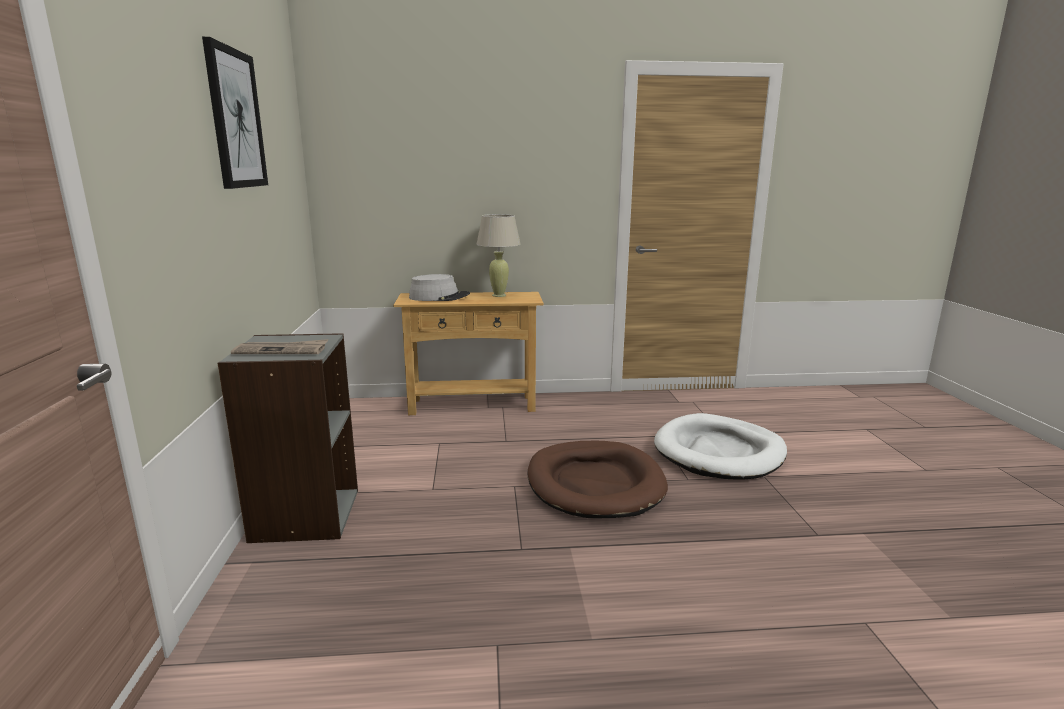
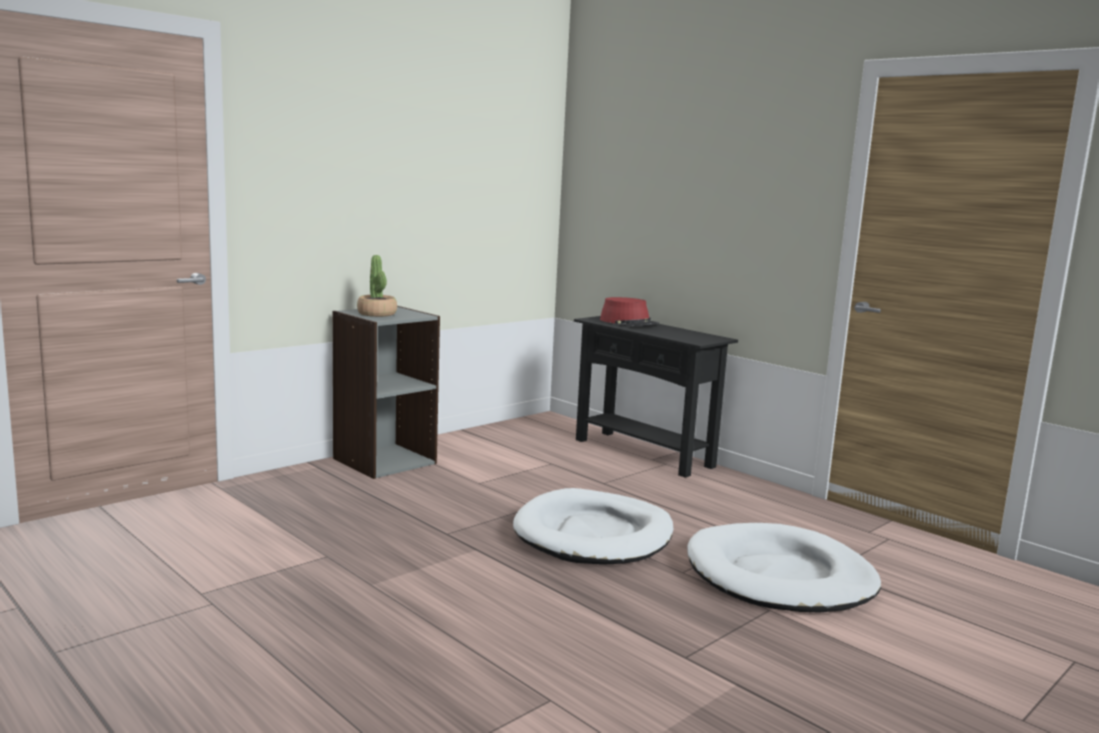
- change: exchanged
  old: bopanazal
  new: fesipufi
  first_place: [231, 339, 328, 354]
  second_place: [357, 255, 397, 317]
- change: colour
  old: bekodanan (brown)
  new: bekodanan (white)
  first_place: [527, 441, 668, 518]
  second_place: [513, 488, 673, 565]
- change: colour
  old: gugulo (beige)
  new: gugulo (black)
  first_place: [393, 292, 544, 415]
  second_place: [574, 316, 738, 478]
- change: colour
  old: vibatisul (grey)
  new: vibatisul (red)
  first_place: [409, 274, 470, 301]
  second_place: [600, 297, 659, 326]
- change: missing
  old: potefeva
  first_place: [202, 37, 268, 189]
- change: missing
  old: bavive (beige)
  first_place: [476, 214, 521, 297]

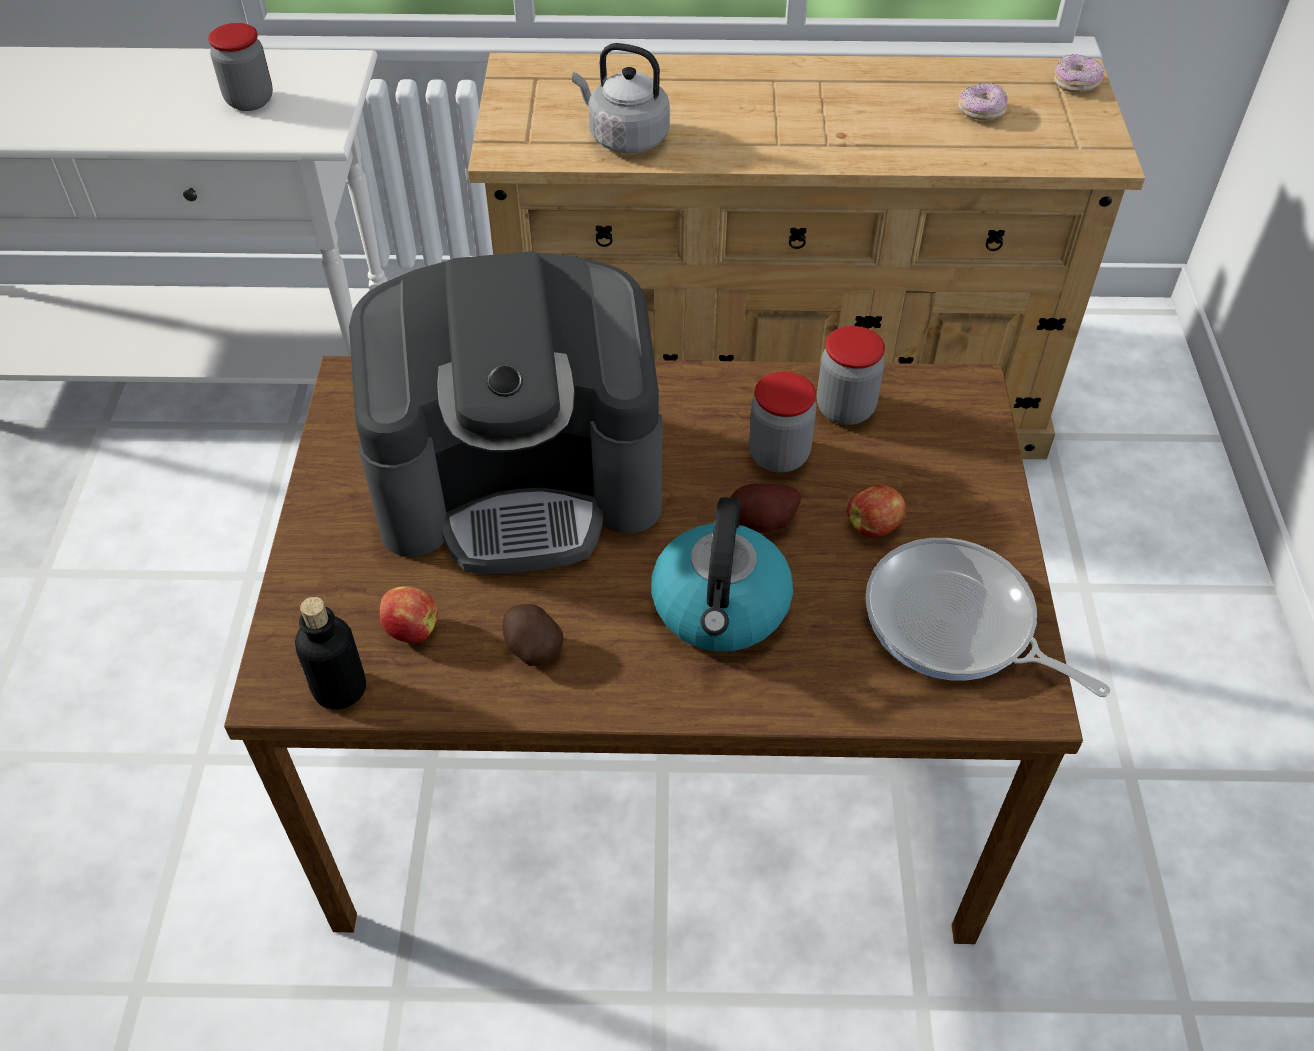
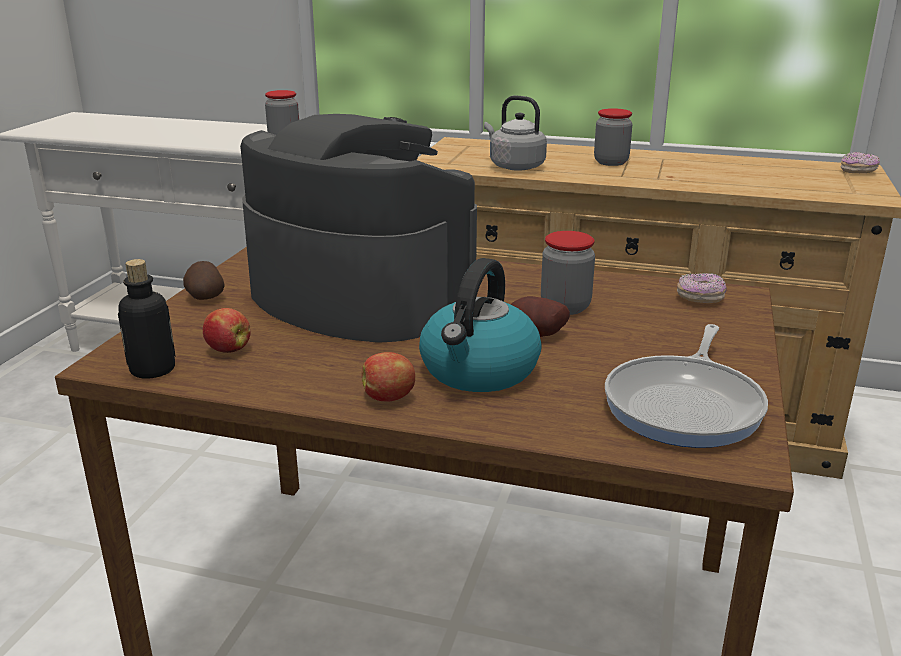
- change: relocated
  old: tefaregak
  first_place: [502, 604, 564, 666]
  second_place: [183, 261, 225, 300]
- change: spun
  old: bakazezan
  first_place: [349, 251, 662, 574]
  second_place: [240, 114, 477, 343]
  degrees: -150
- change: relocated
  old: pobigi
  first_place: [847, 485, 906, 537]
  second_place: [362, 352, 415, 402]
- change: relocated
  old: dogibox
  first_place: [817, 326, 885, 425]
  second_place: [594, 108, 632, 166]
- change: spun
  old: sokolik
  first_place: [865, 538, 1111, 697]
  second_place: [605, 324, 768, 448]
  degrees: -120
- change: relocated
  old: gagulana
  first_place: [958, 83, 1008, 120]
  second_place: [677, 273, 727, 303]

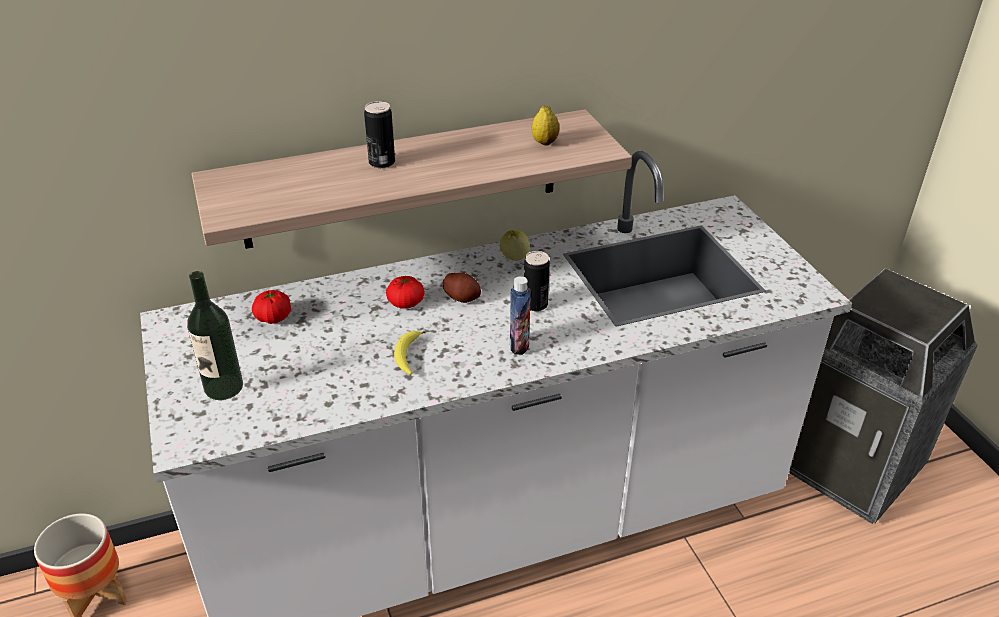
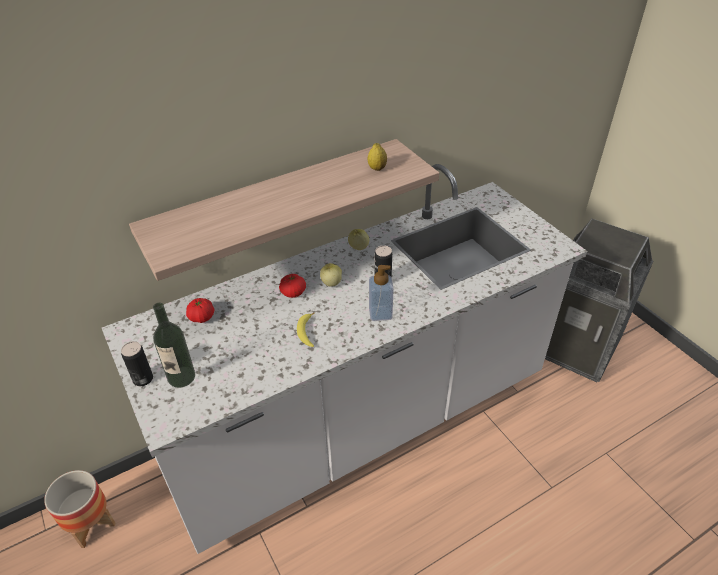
- change: relocated
  old: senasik
  first_place: [364, 101, 395, 168]
  second_place: [121, 341, 153, 386]
- change: exchanged
  old: tefaregak
  new: pobigi
  first_place: [442, 273, 481, 303]
  second_place: [320, 263, 342, 287]
- change: exchanged
  old: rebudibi
  new: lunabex
  first_place: [510, 276, 531, 355]
  second_place: [369, 265, 394, 321]

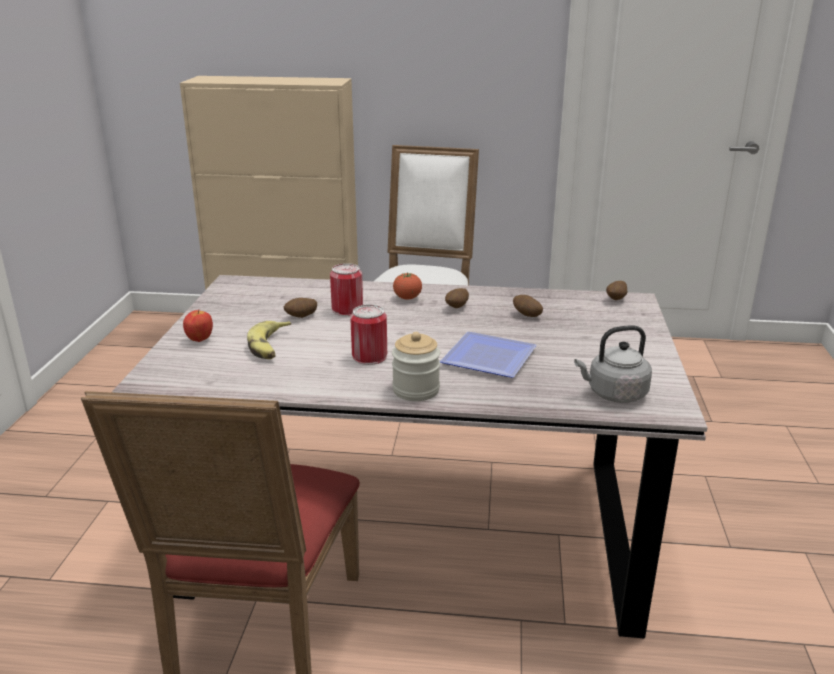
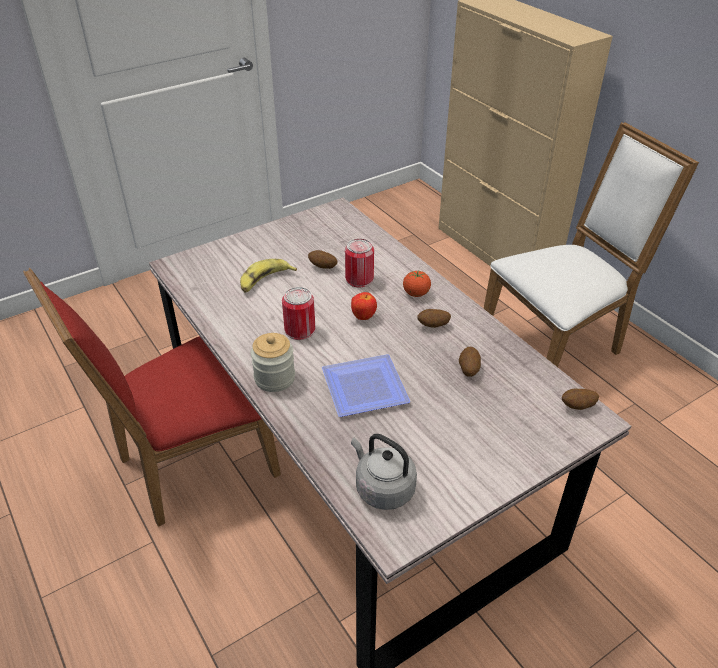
- change: relocated
  old: pobigi
  first_place: [183, 310, 213, 342]
  second_place: [351, 292, 377, 320]

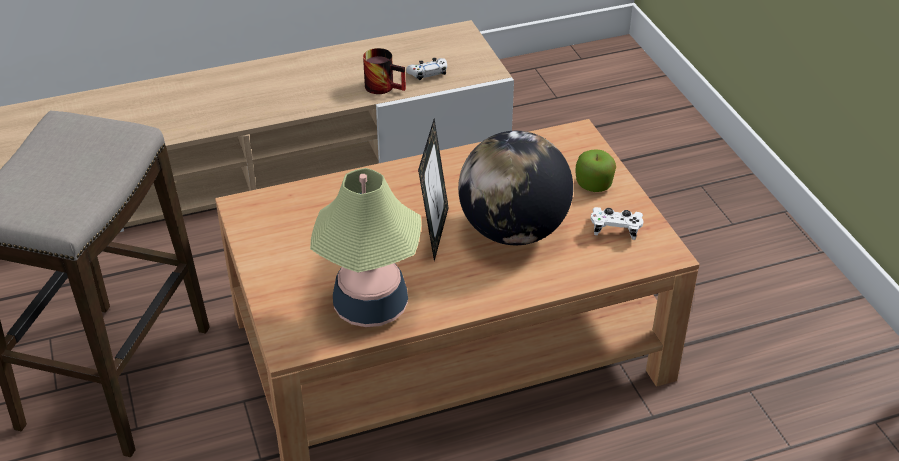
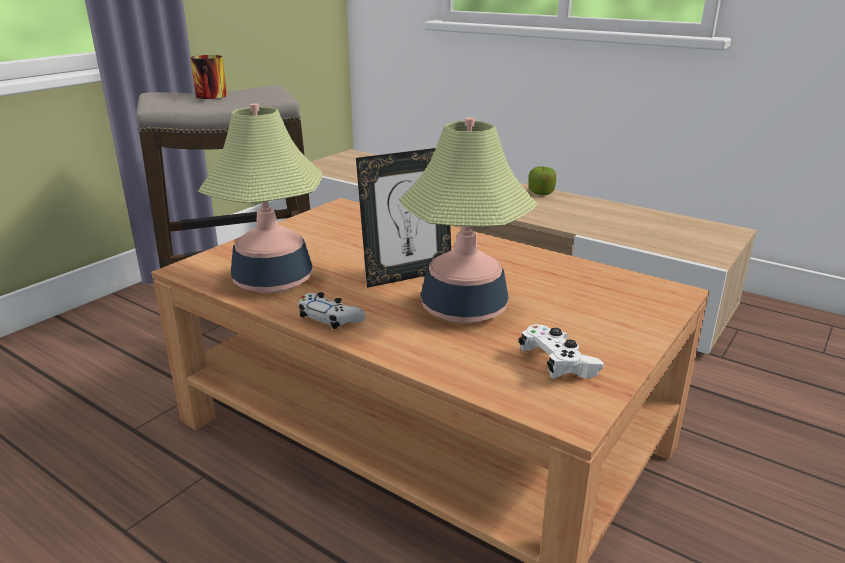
- change: relocated
  old: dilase
  first_place: [363, 48, 406, 94]
  second_place: [190, 55, 227, 99]
- change: relocated
  old: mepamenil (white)
  first_place: [406, 58, 447, 80]
  second_place: [298, 292, 366, 329]
- change: exchanged
  old: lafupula
  new: bavive
  first_place: [458, 131, 573, 245]
  second_place: [398, 118, 538, 323]
- change: relocated
  old: pobigi
  first_place: [575, 150, 616, 192]
  second_place: [529, 166, 556, 195]

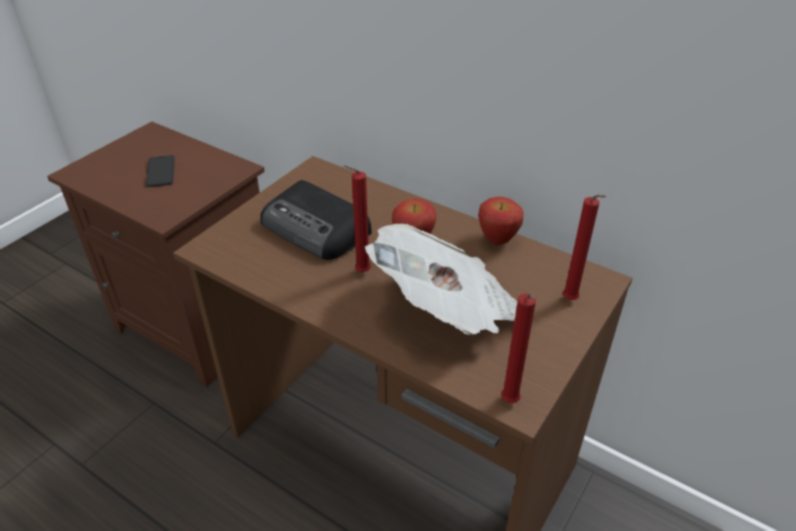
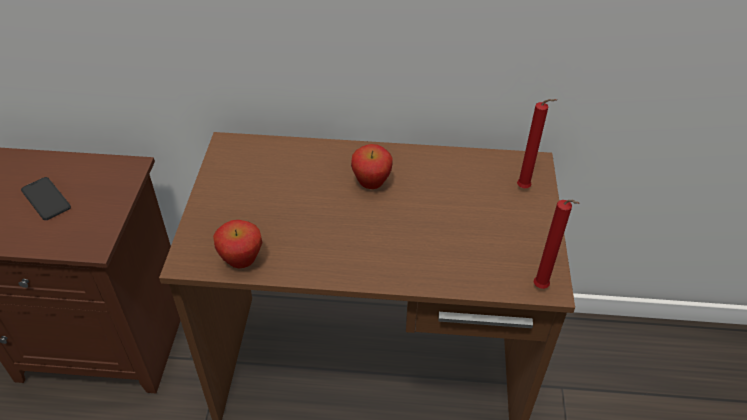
- change: relocated
  old: pobigi
  first_place: [478, 197, 524, 245]
  second_place: [213, 220, 263, 269]
- change: missing
  old: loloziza
  first_place: [260, 180, 372, 260]
- change: missing
  old: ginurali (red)
  first_place: [344, 165, 371, 272]
- change: missing
  old: bopanazal
  first_place: [365, 224, 517, 336]

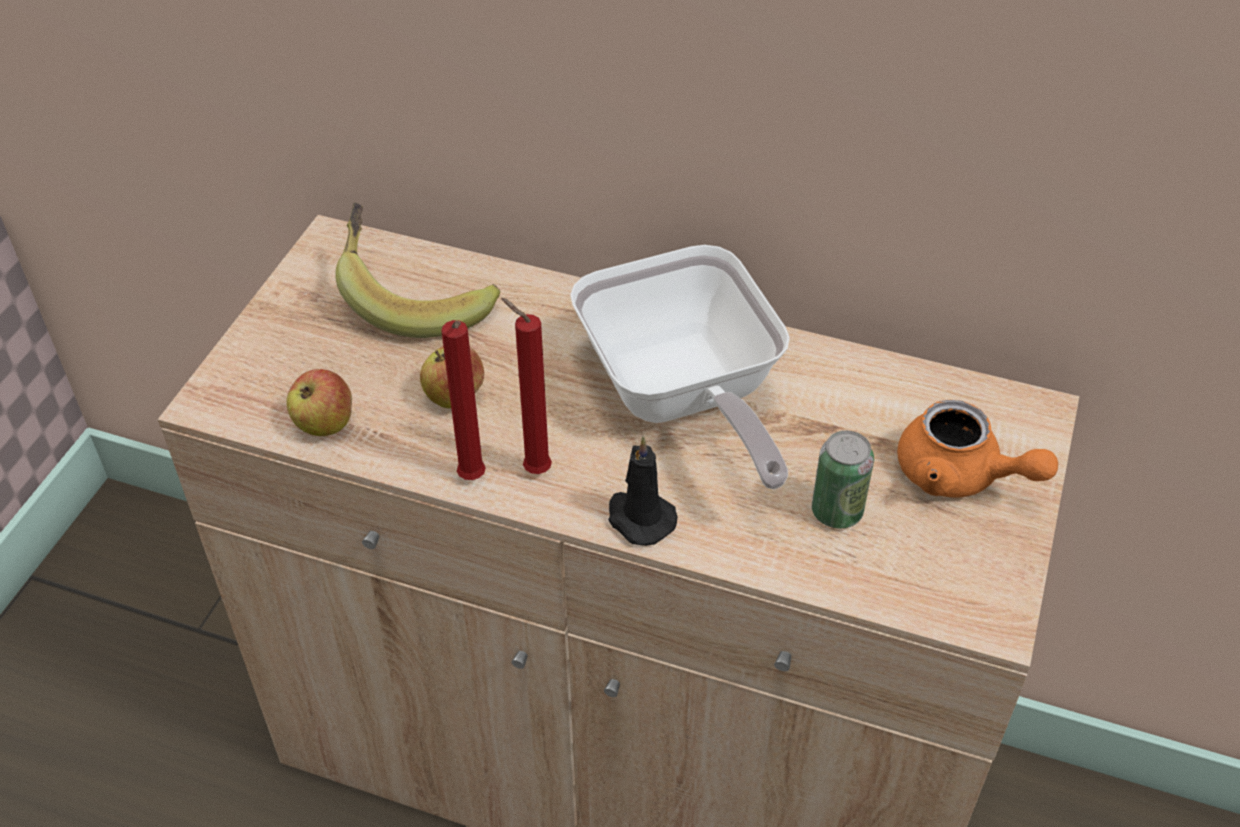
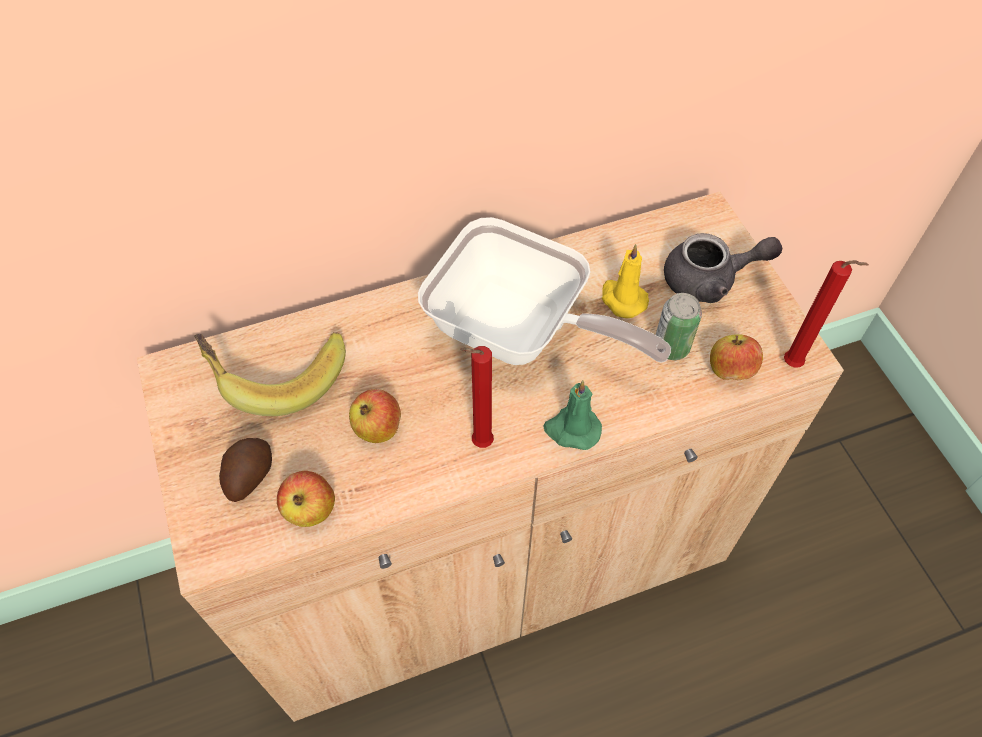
- change: appeared
  new: tefaregak
  second_place: [219, 438, 272, 502]
- change: colour
  old: ginurali (black)
  new: ginurali (green)
  first_place: [608, 436, 678, 546]
  second_place: [543, 380, 602, 450]
- change: appeared
  new: ginurali (yellow)
  second_place: [602, 244, 649, 318]
- change: colour
  old: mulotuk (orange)
  new: mulotuk (grey)
  first_place: [897, 400, 1058, 498]
  second_place: [664, 233, 782, 303]
- change: appeared
  new: pobigi
  second_place: [710, 334, 763, 380]
- change: relocated
  old: ginurali (red)
  first_place: [441, 320, 486, 480]
  second_place: [784, 260, 869, 368]

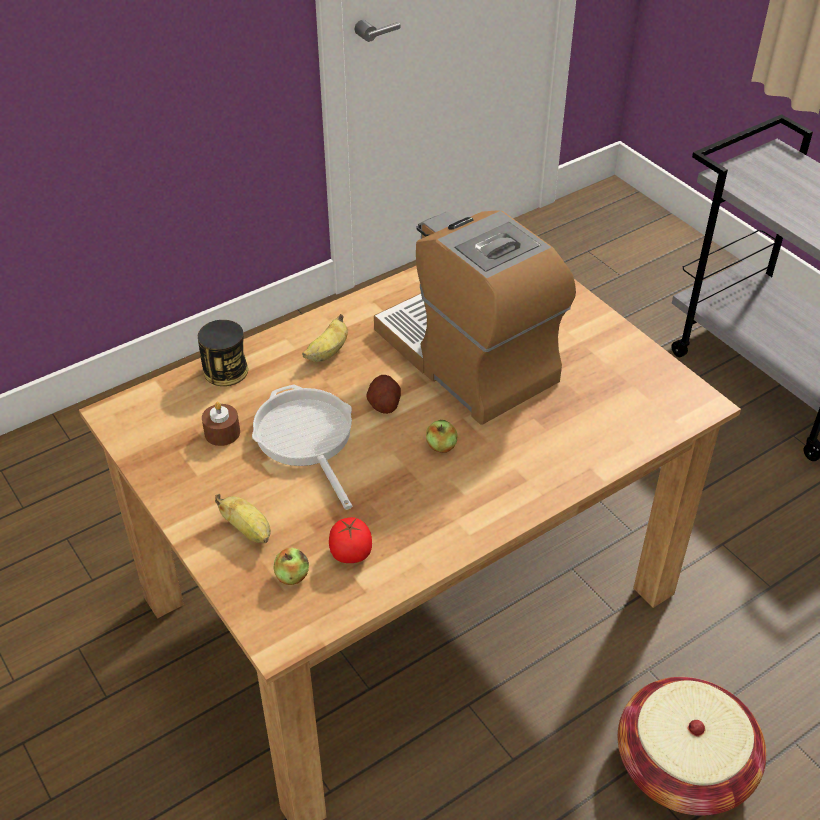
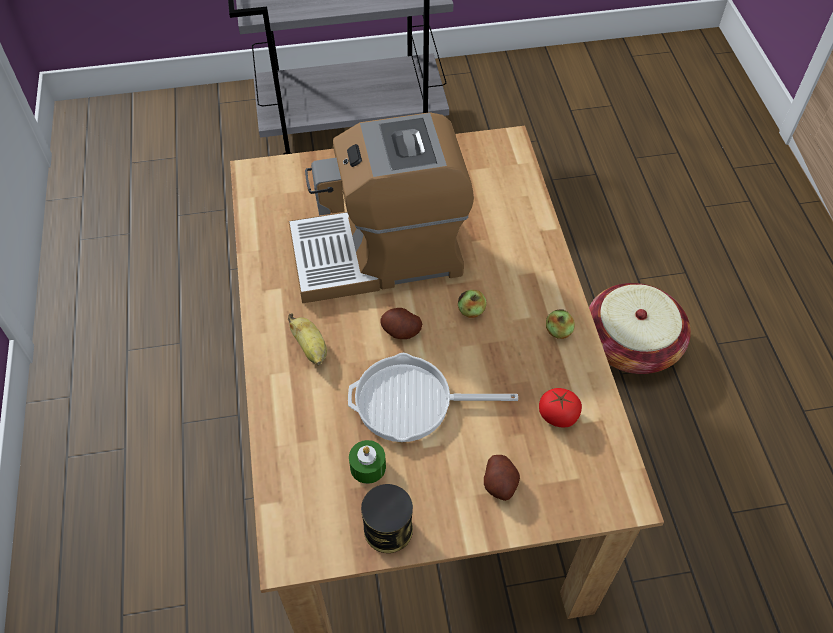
- change: colour
  old: ginurali (brown)
  new: ginurali (green)
  first_place: [202, 402, 240, 446]
  second_place: [349, 440, 386, 484]
- change: relocated
  old: senasik
  first_place: [198, 320, 248, 386]
  second_place: [361, 484, 413, 553]
- change: exchanged
  old: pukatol
  new: tefaregak
  first_place: [215, 494, 271, 543]
  second_place: [484, 455, 520, 501]
- change: relocated
  old: pobigi
  first_place: [273, 548, 309, 585]
  second_place: [546, 309, 575, 339]

